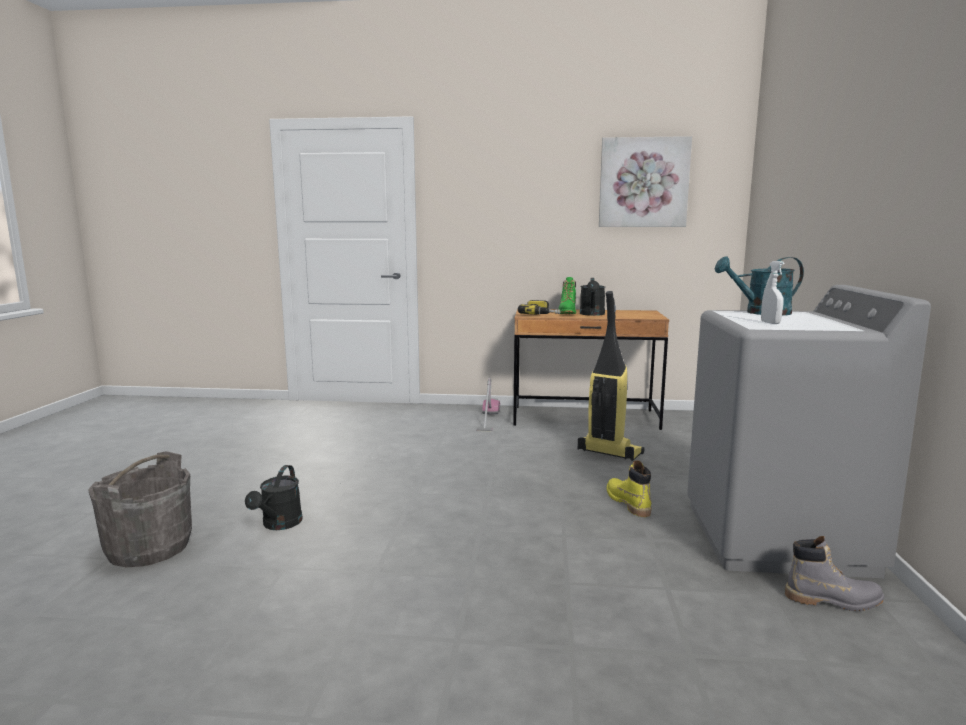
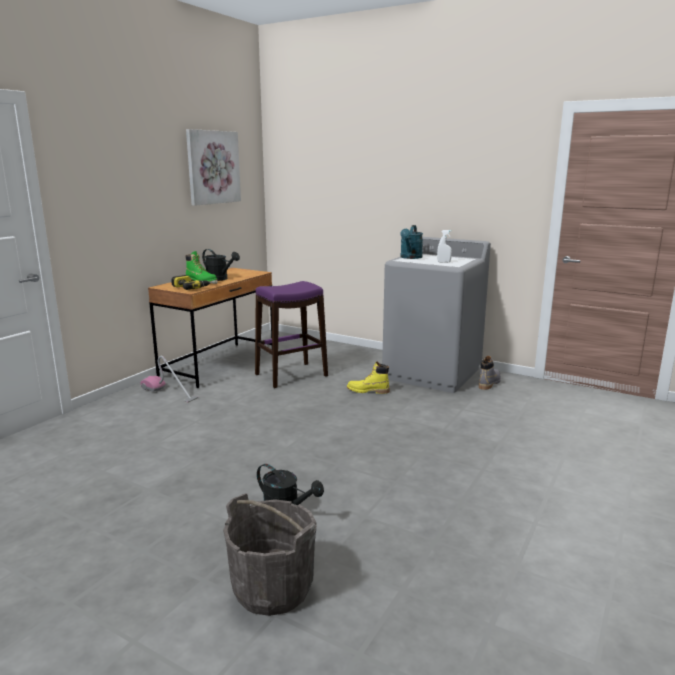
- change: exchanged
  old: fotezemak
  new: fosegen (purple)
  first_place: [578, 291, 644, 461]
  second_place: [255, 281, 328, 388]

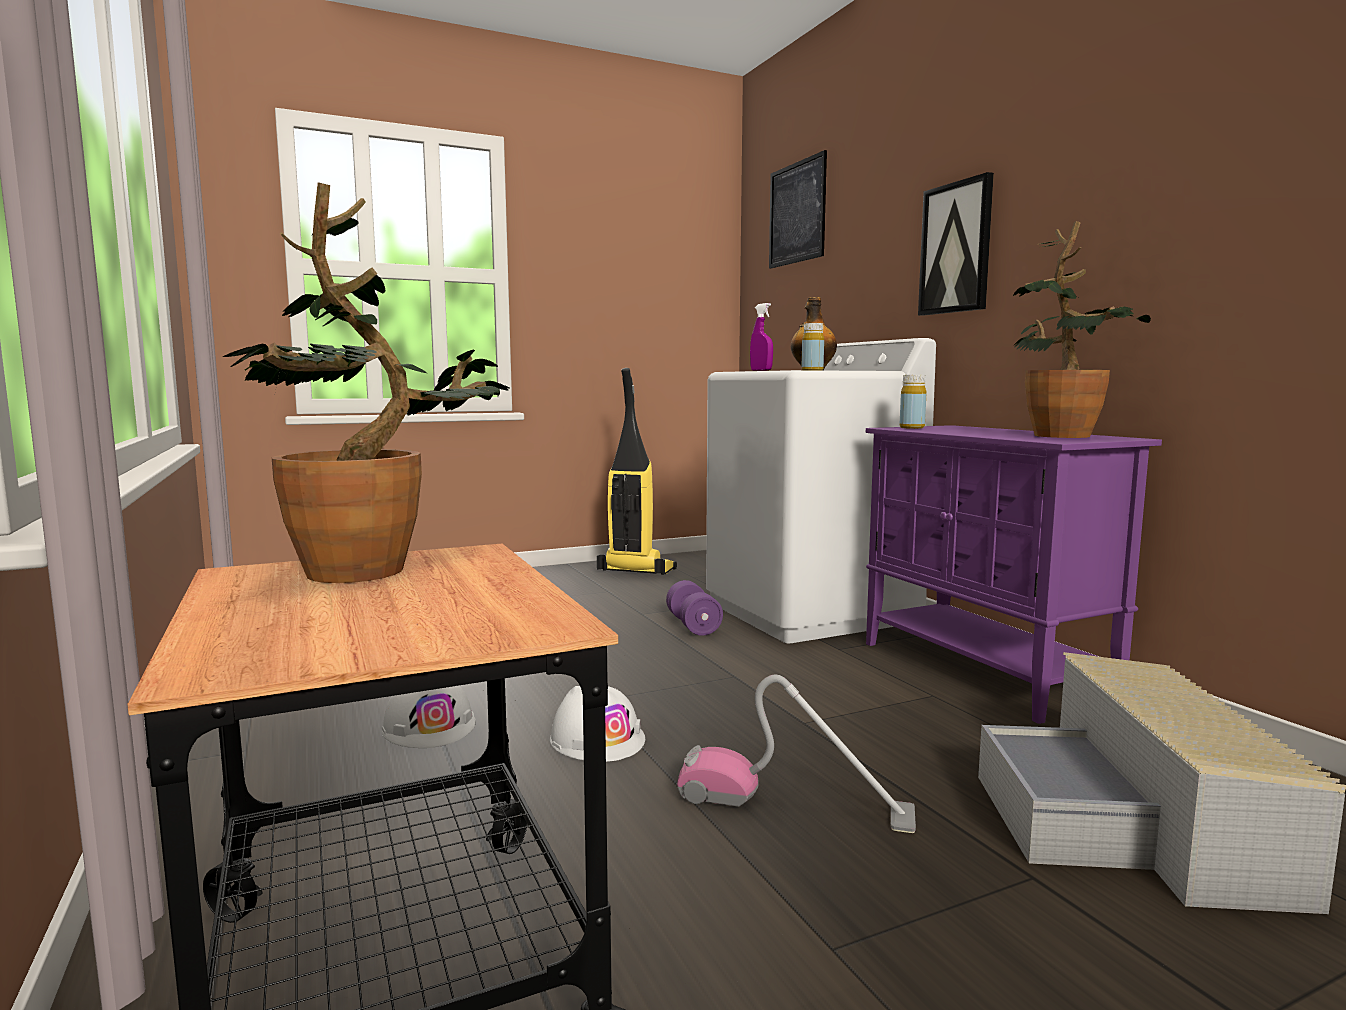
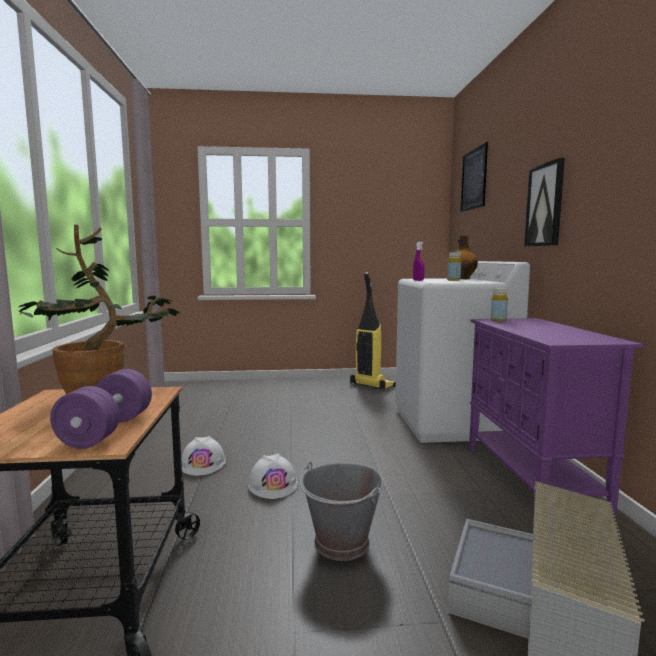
- change: relocated
  old: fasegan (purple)
  first_place: [666, 580, 723, 636]
  second_place: [50, 369, 152, 449]
- change: exchanged
  old: fotezemak
  new: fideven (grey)
  first_place: [677, 675, 916, 833]
  second_place: [300, 462, 383, 561]
- change: missing
  old: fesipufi
  first_place: [1013, 221, 1151, 438]

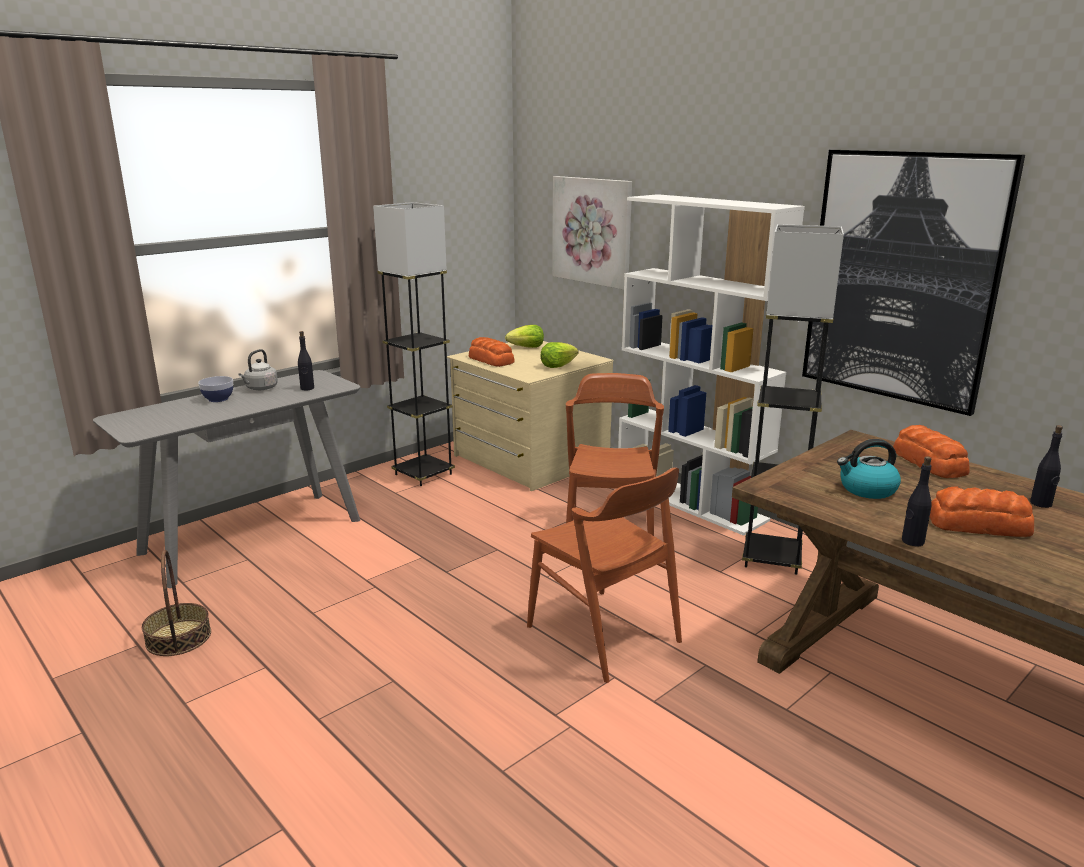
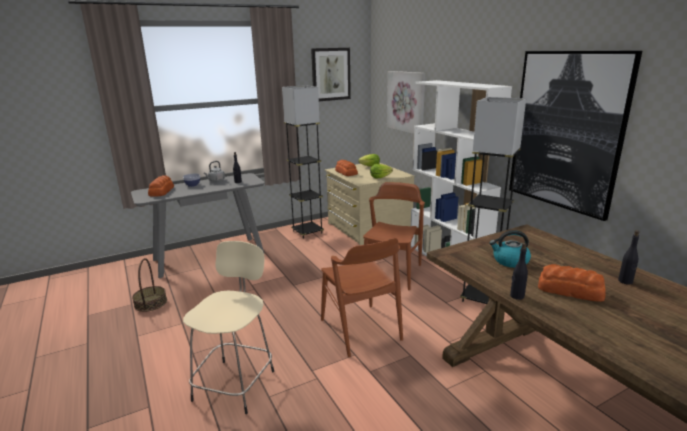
- change: relocated
  old: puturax
  first_place: [893, 425, 970, 478]
  second_place: [148, 175, 174, 197]
- change: appeared
  new: fosegen (beige)
  second_place: [183, 241, 274, 414]
- change: appeared
  new: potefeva
  second_place: [311, 48, 351, 101]

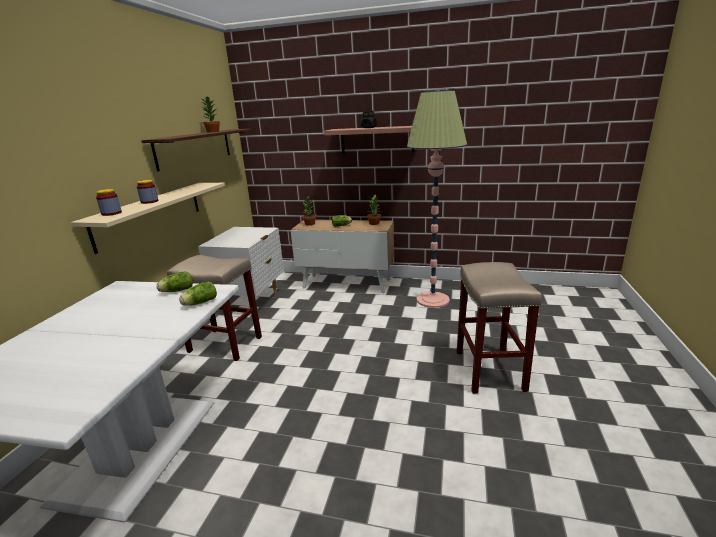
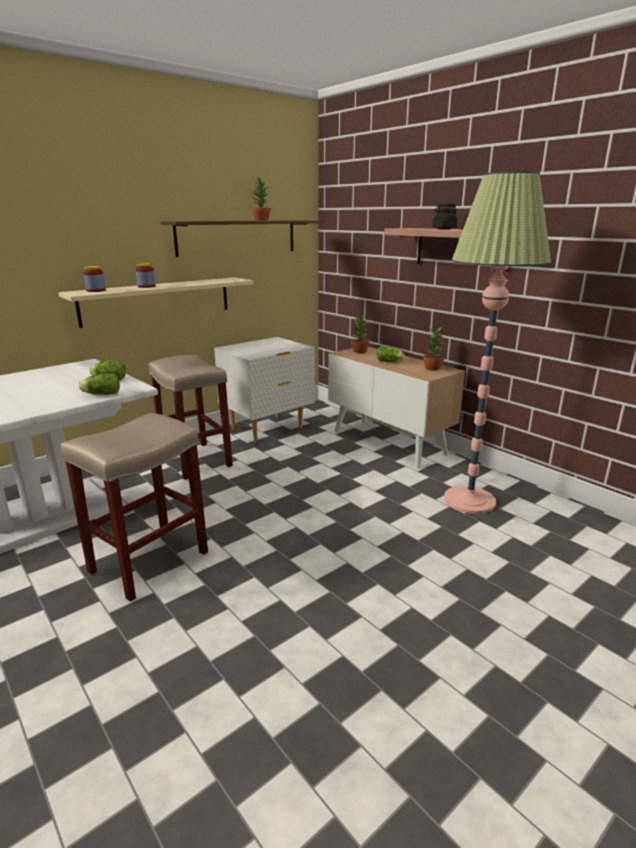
- change: relocated
  old: fosegen (beige)
  first_place: [457, 262, 542, 394]
  second_place: [61, 413, 208, 602]

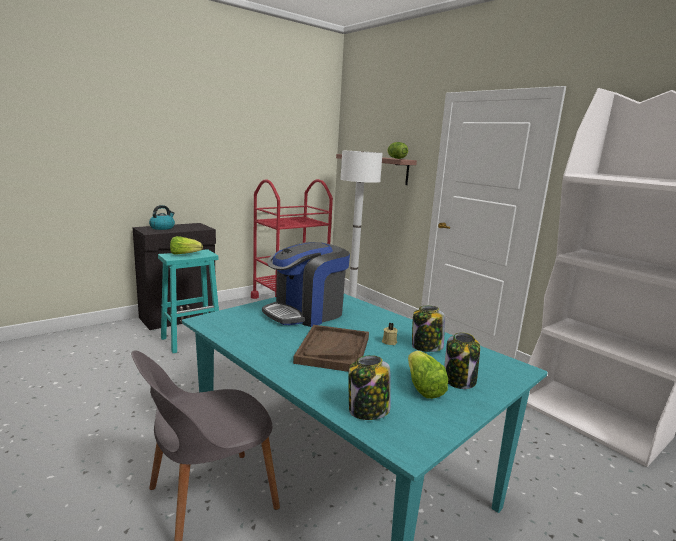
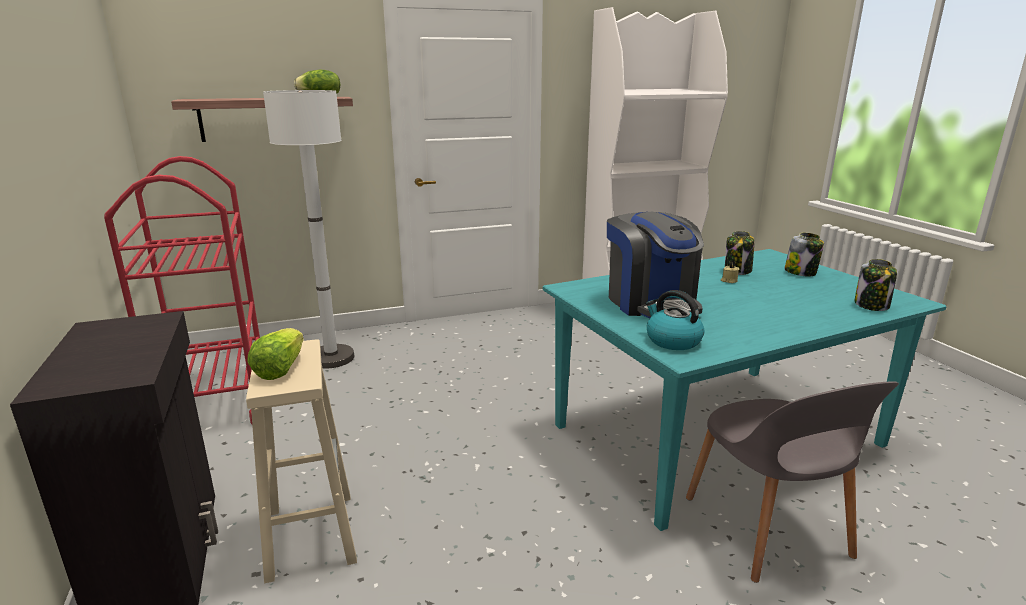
- change: colour
  old: fosegen (turquoise)
  new: fosegen (beige)
  first_place: [158, 249, 219, 353]
  second_place: [246, 339, 357, 583]
- change: relocated
  old: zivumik
  first_place: [149, 205, 175, 230]
  second_place: [646, 290, 704, 350]
- change: missing
  old: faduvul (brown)
  first_place: [293, 325, 369, 372]
- change: missing
  old: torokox
  first_place: [408, 351, 448, 399]

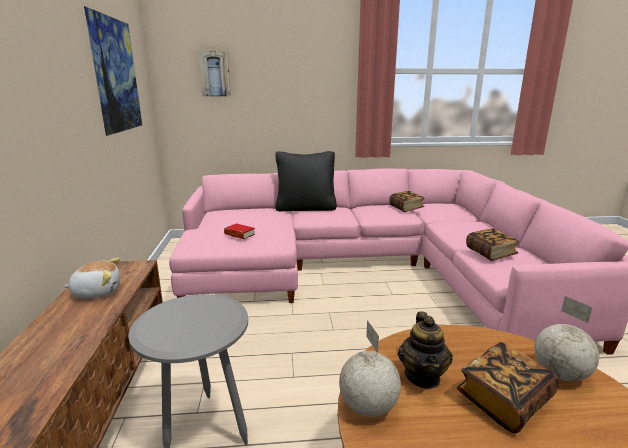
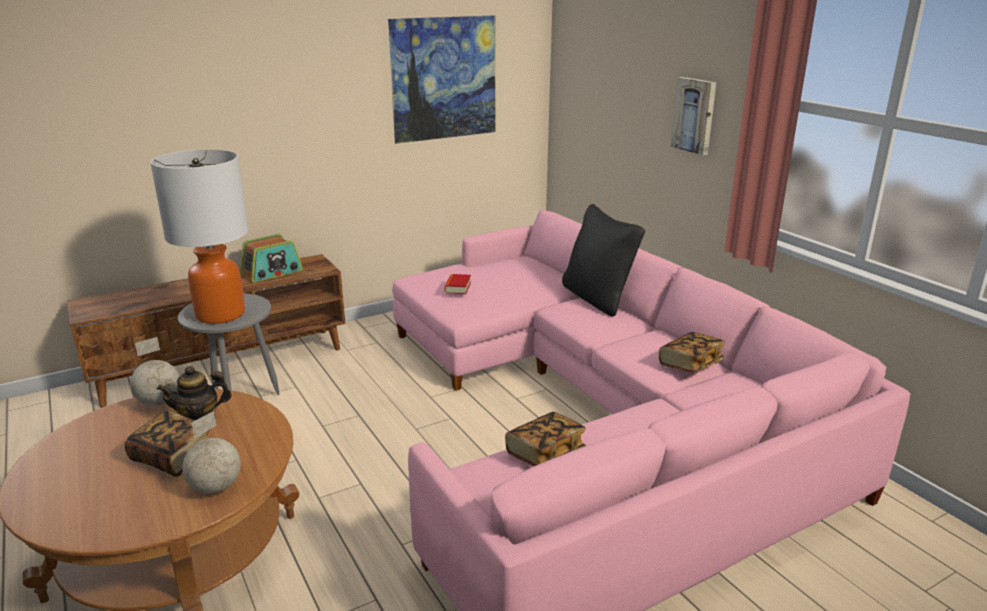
- change: appeared
  new: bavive
  second_place: [150, 149, 249, 324]
- change: exchanged
  old: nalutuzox
  new: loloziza
  first_place: [63, 258, 120, 298]
  second_place: [240, 234, 303, 283]
- change: relocated
  old: potefeva
  first_place: [198, 51, 231, 97]
  second_place: [671, 77, 716, 155]

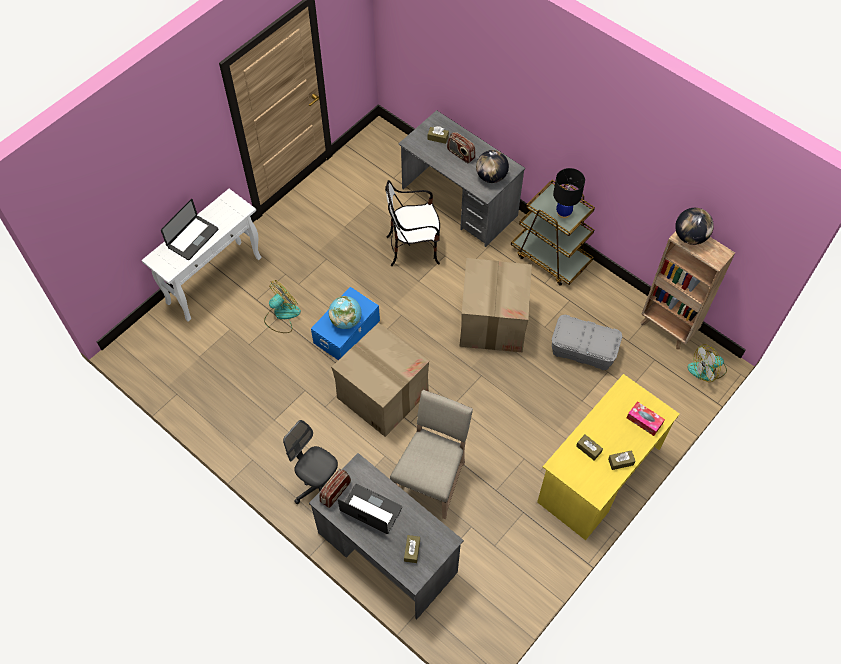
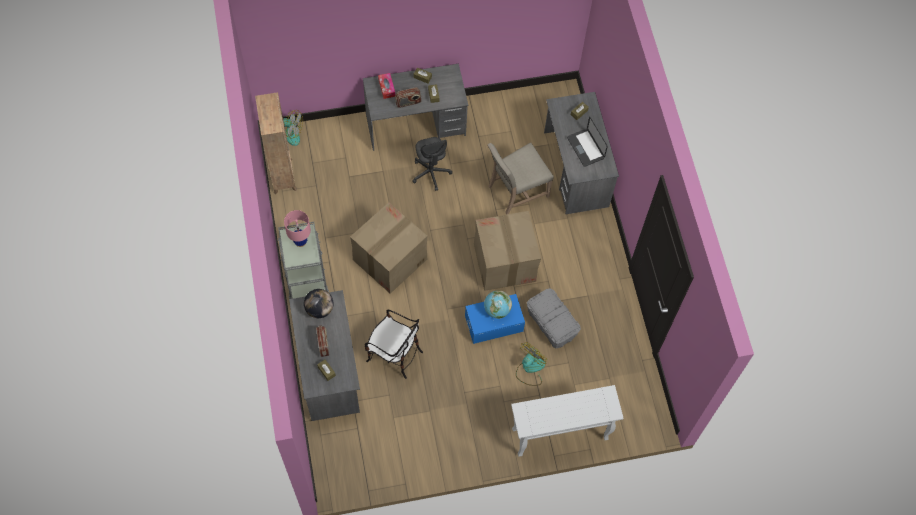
- change: colour
  old: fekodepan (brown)
  new: fekodepan (grey)
  first_place: [511, 180, 595, 286]
  second_place: [278, 222, 329, 299]
- change: colour
  old: bavive (black)
  new: bavive (pink)
  first_place: [553, 168, 585, 218]
  second_place: [284, 210, 311, 247]
- change: colour
  old: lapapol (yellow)
  new: lapapol (grey)
  first_place: [537, 374, 680, 540]
  second_place: [363, 64, 468, 151]
- change: relocated
  old: loloziza
  first_place: [319, 469, 351, 508]
  second_place: [395, 87, 422, 108]
- change: relocated
  old: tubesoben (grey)
  first_place: [283, 420, 338, 504]
  second_place: [412, 137, 452, 191]
- change: spun
  old: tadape
  first_place: [264, 280, 301, 333]
  second_place: [516, 342, 547, 386]
  degrees: 135
- change: relocated
  old: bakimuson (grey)
  first_place: [552, 315, 622, 370]
  second_place: [527, 288, 581, 348]
- change: missing
  old: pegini
  first_place: [161, 199, 218, 260]
- change: missing
  old: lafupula
  first_place: [675, 208, 714, 245]

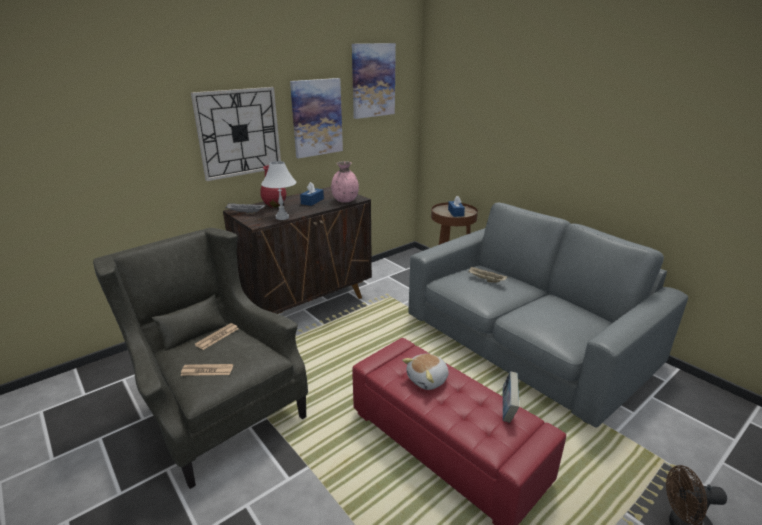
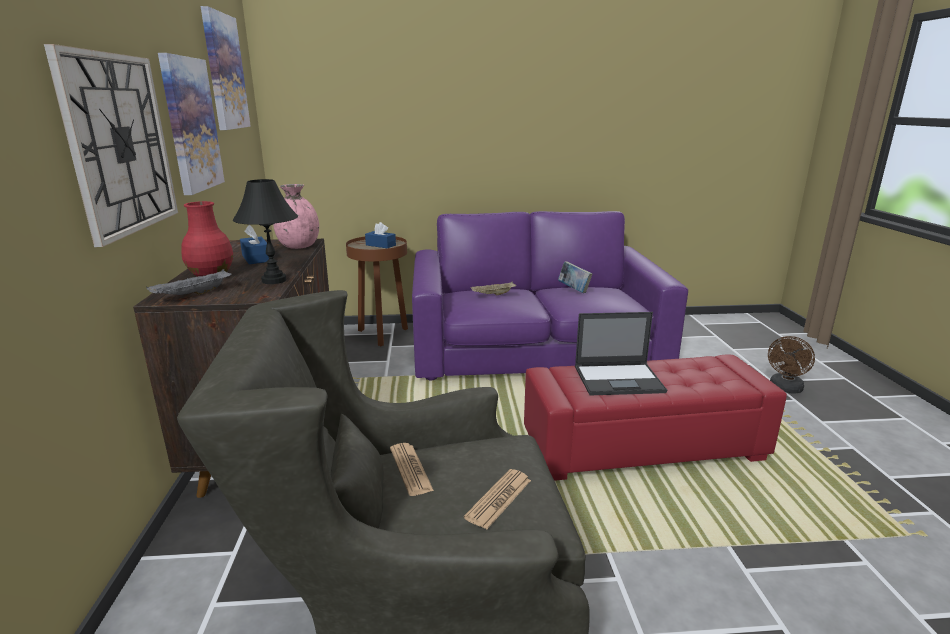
- change: colour
  old: bavive (white)
  new: bavive (black)
  first_place: [261, 161, 297, 220]
  second_place: [233, 179, 298, 284]
- change: colour
  old: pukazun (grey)
  new: pukazun (purple)
  first_place: [409, 203, 688, 427]
  second_place: [412, 211, 688, 380]
- change: relocated
  old: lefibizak
  first_place: [503, 372, 519, 423]
  second_place: [558, 262, 593, 293]
- change: exchanged
  old: nalutuzox
  new: pegini
  first_place: [402, 354, 449, 390]
  second_place: [575, 312, 667, 395]

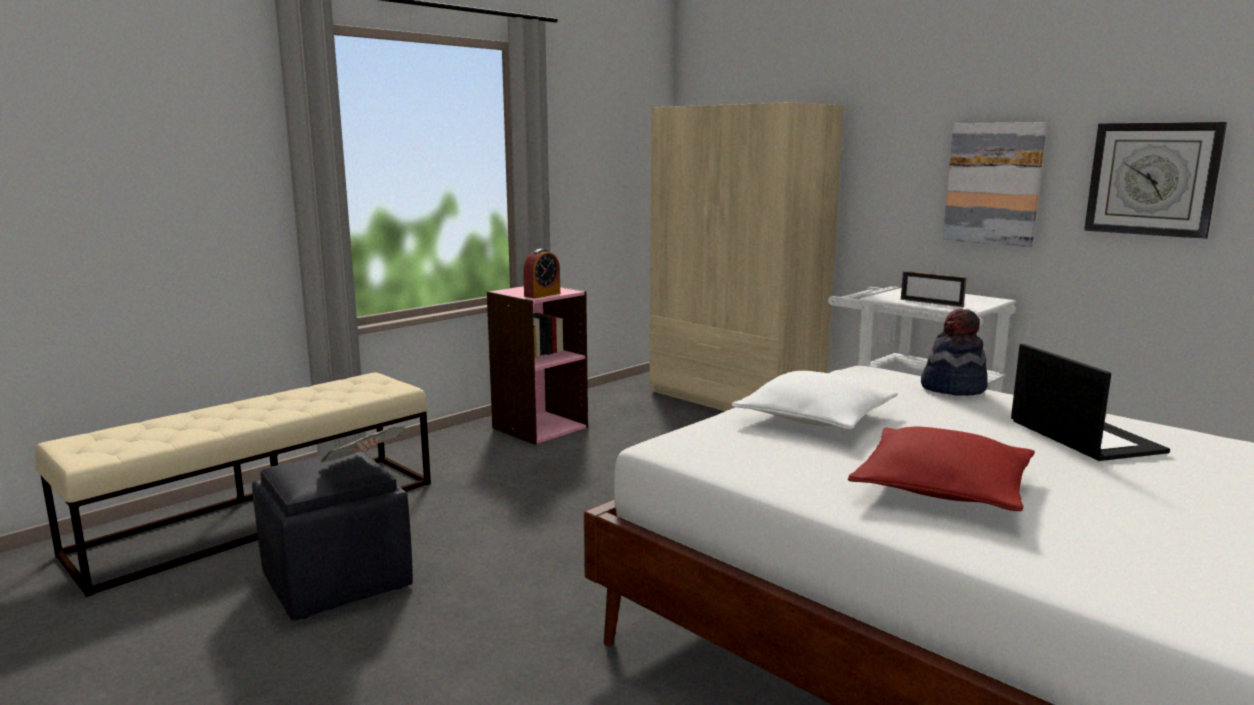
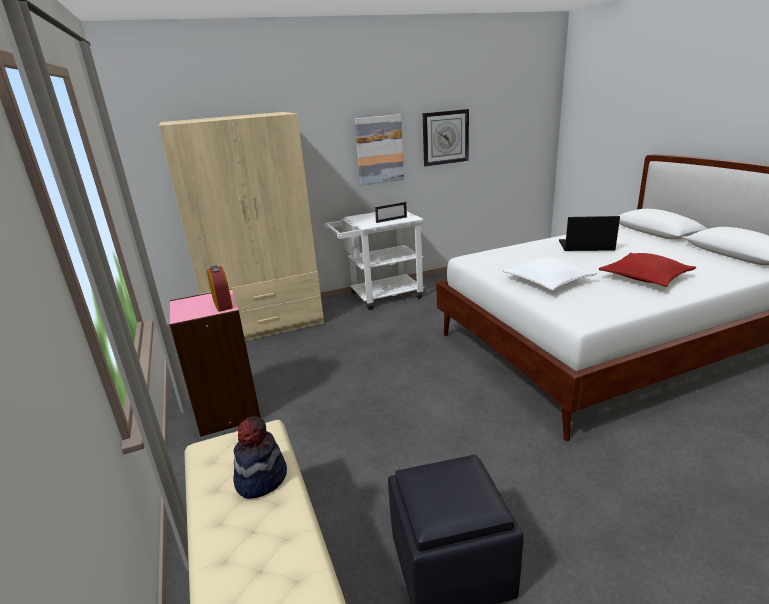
- change: relocated
  old: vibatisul
  first_place: [921, 309, 988, 396]
  second_place: [233, 416, 287, 499]
- change: missing
  old: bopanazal
  first_place: [320, 426, 405, 463]

